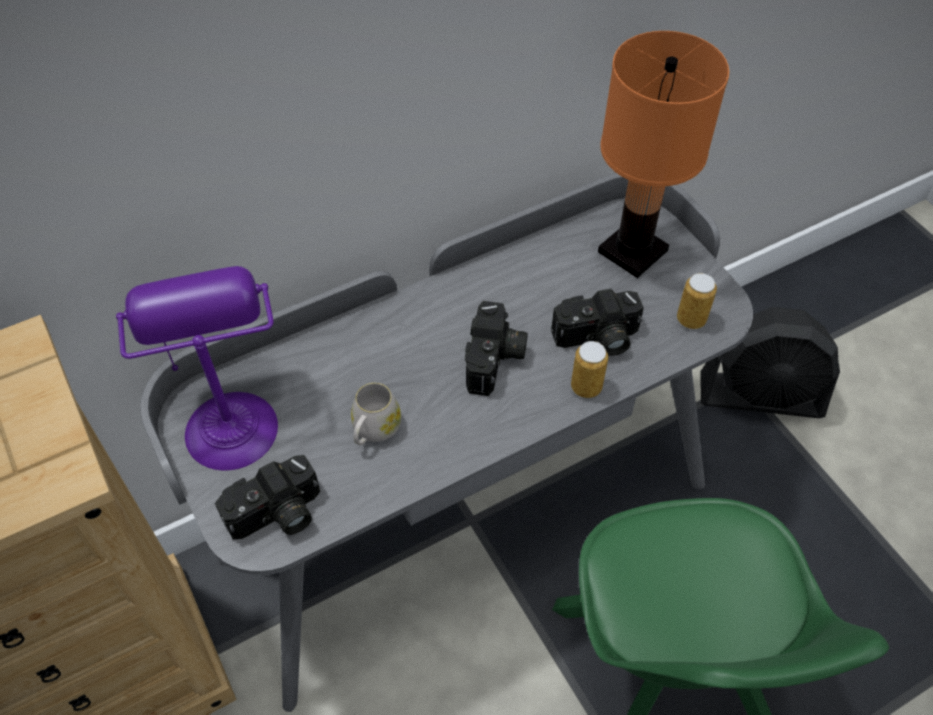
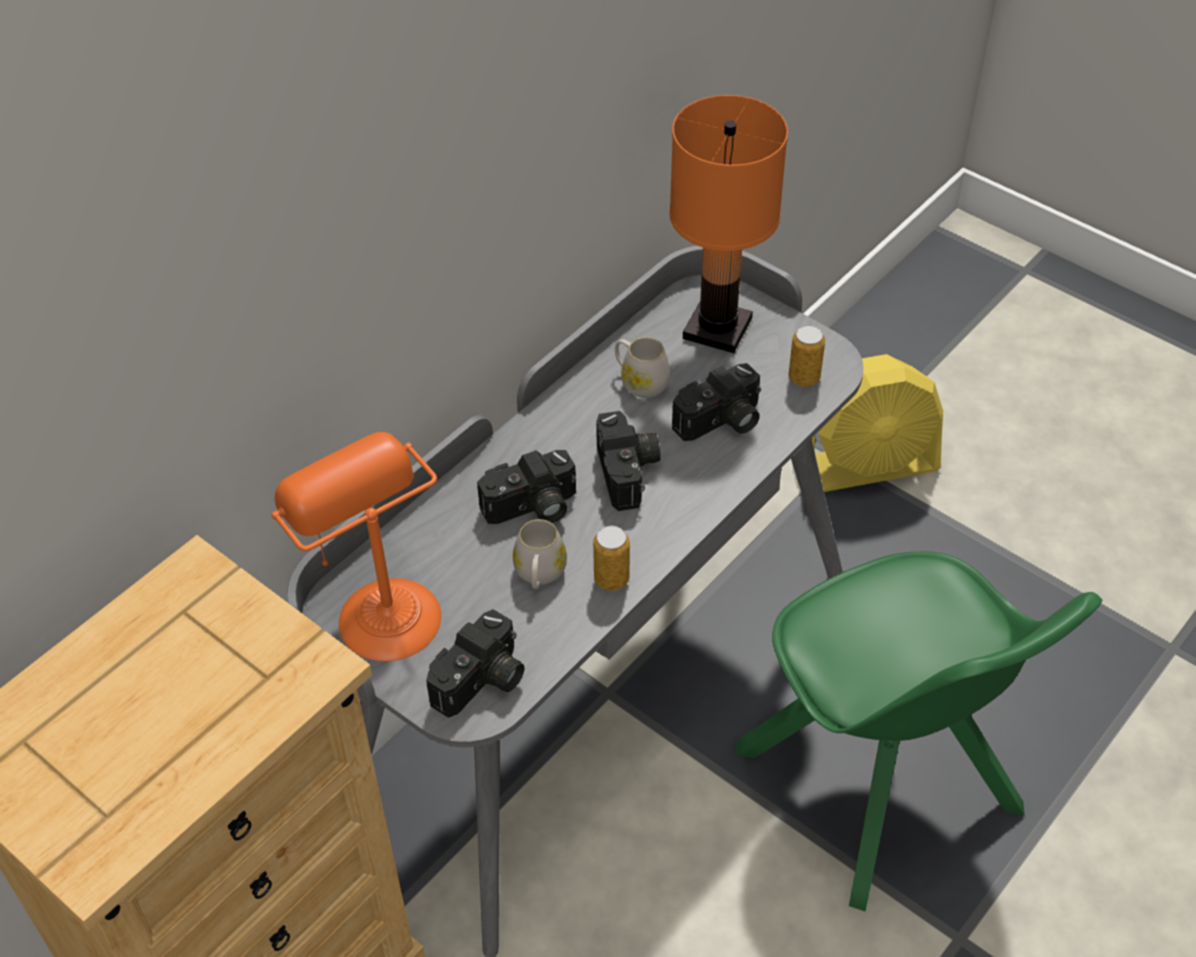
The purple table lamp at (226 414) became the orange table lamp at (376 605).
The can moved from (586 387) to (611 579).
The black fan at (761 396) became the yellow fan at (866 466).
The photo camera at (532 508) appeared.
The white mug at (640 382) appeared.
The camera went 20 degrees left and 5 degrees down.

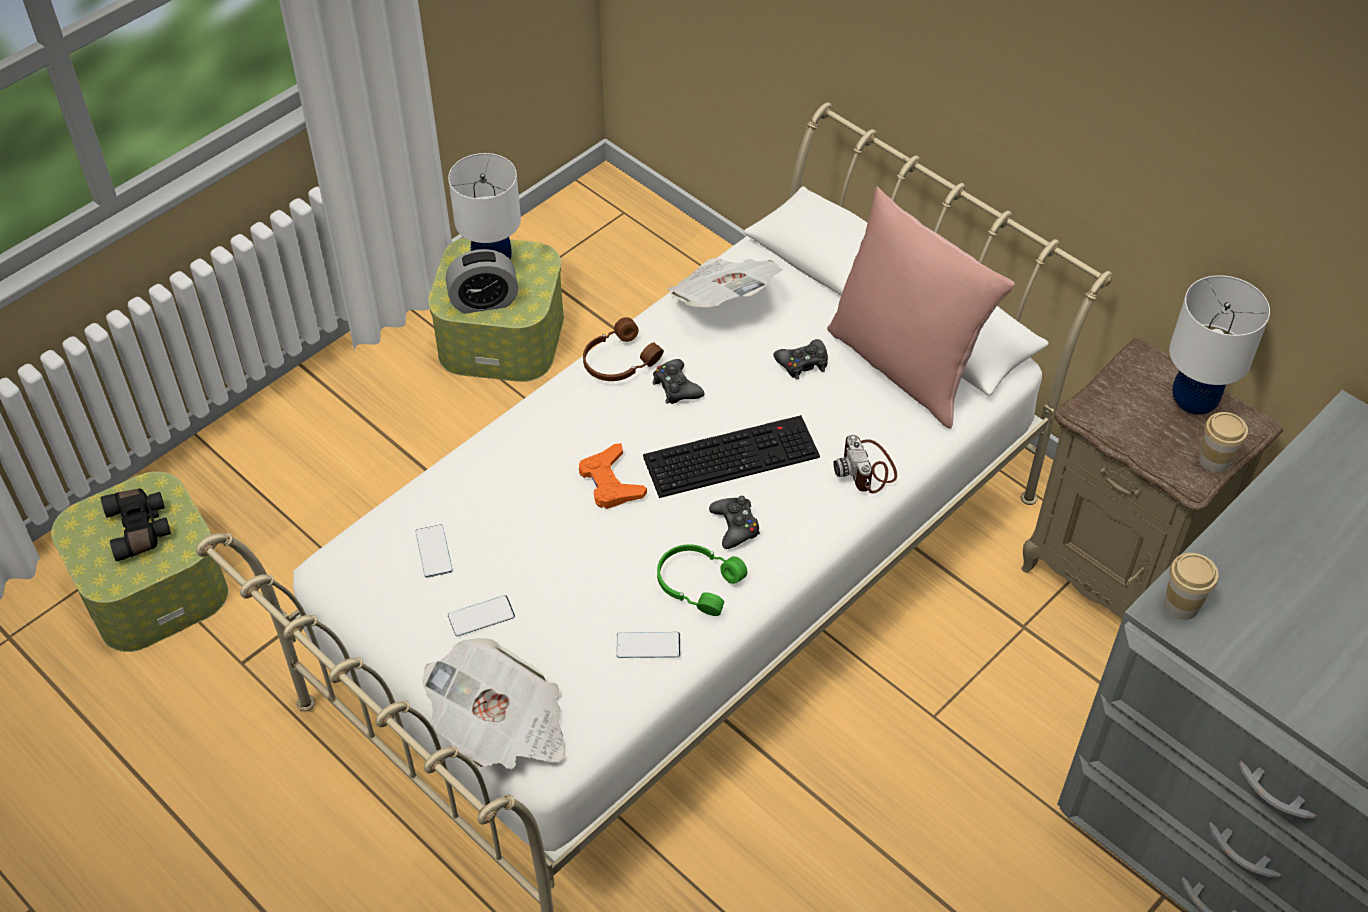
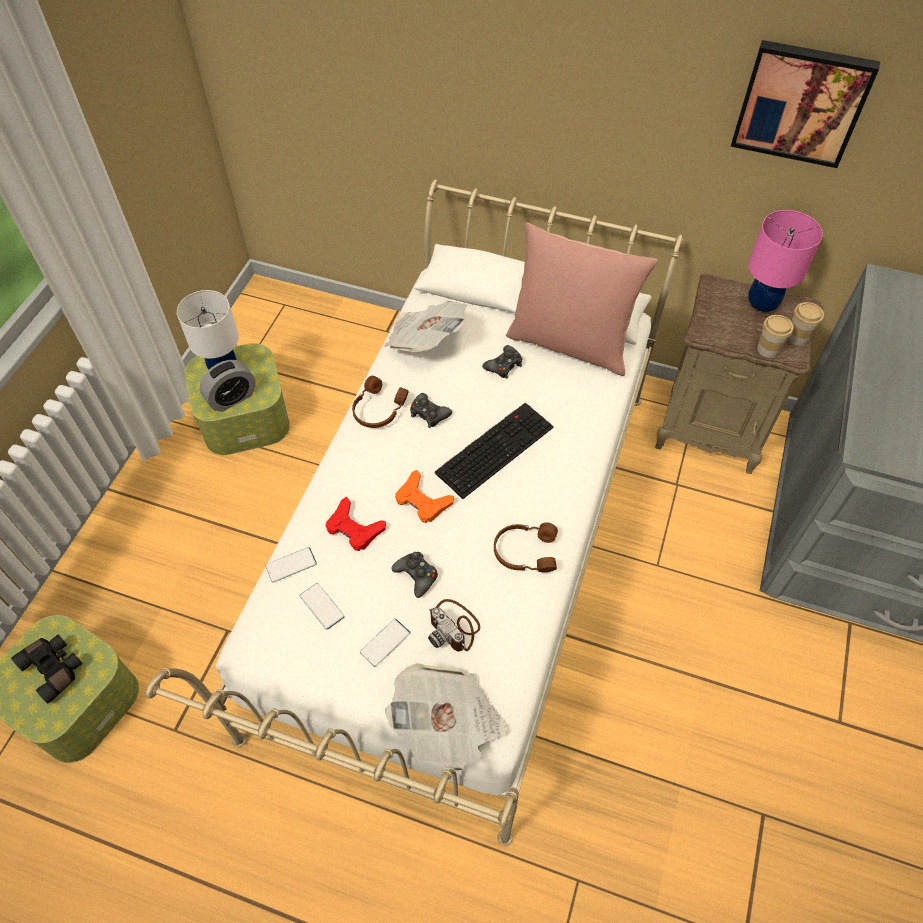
The phone moved from (648 645) to (291 565).
The green headphones at (697 583) became the brown headphones at (524 551).
The black game controller moved from (735 526) to (416 575).
The photo camera moved from (867 469) to (454 627).
The cup moved from (1181 605) to (768 349).
The white table lamp at (1194 400) became the pink table lamp at (762 302).
The red game controller at (354 528) appeared.
The picture at (801 102) appeared.
The camera went 25 degrees left and 5 degrees up.

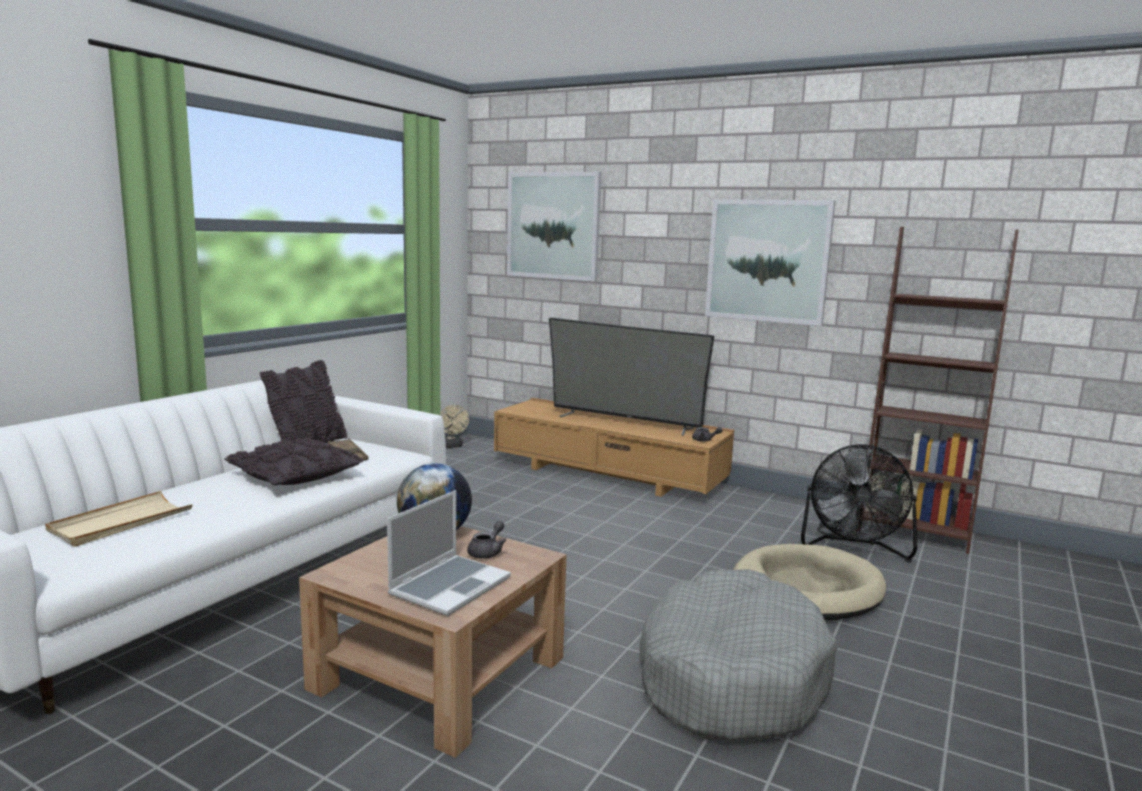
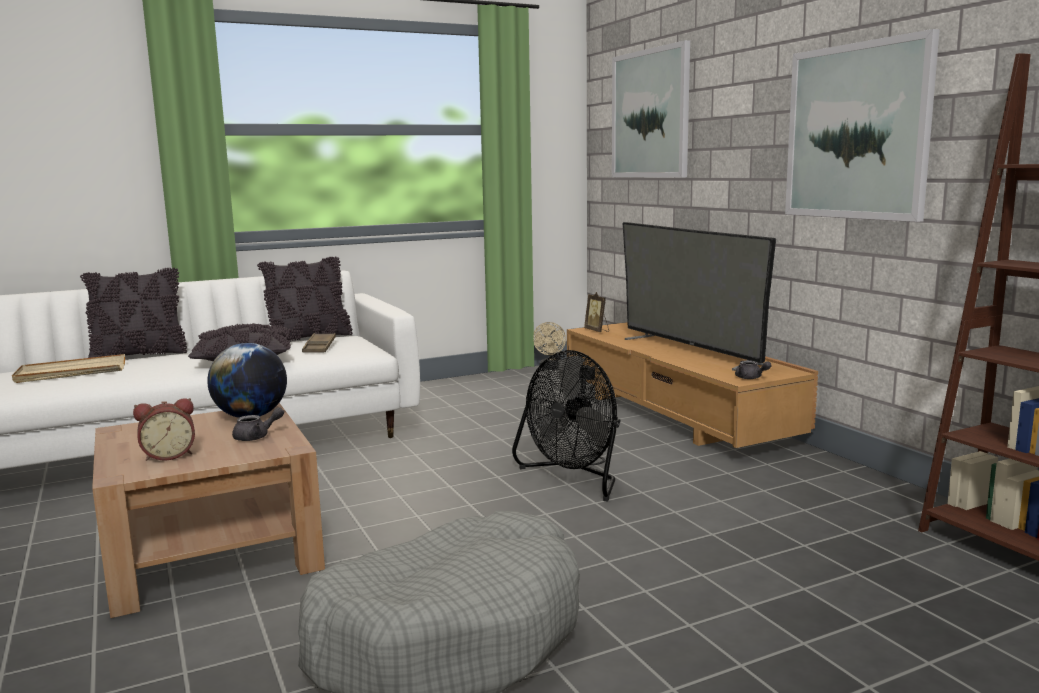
The laptop at (450 586) was replaced by the alarm clock at (169 455).
The beige dog bed at (806 589) disappeared.
The black fan moved from (849 546) to (575 476).
The black pillow at (139 355) appeared.
The picture frame at (597 331) appeared.
The camera went 35 degrees right and 0 degrees up.

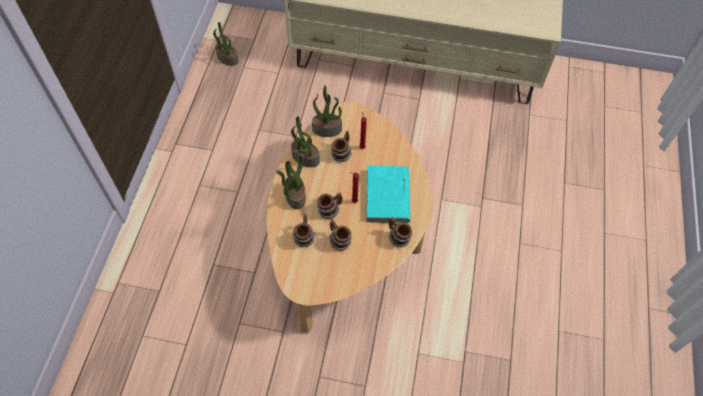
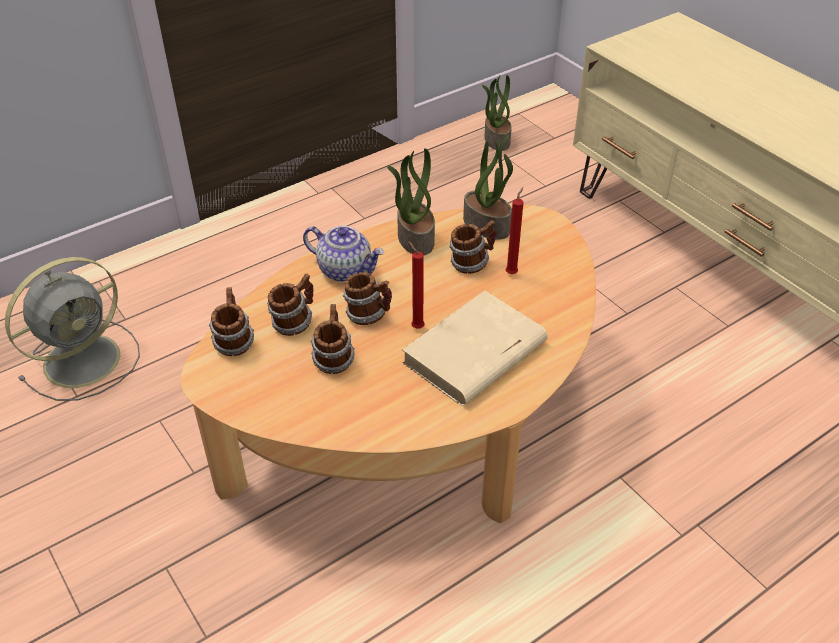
The potted plant at (294 195) was replaced by the teapot at (345 270).
The turquoise book at (387 197) became the beige book at (474 354).
The mug moved from (398 238) to (233 342).
The grey fan at (85 359) appeared.
The camera went 45 degrees right and 15 degrees down.

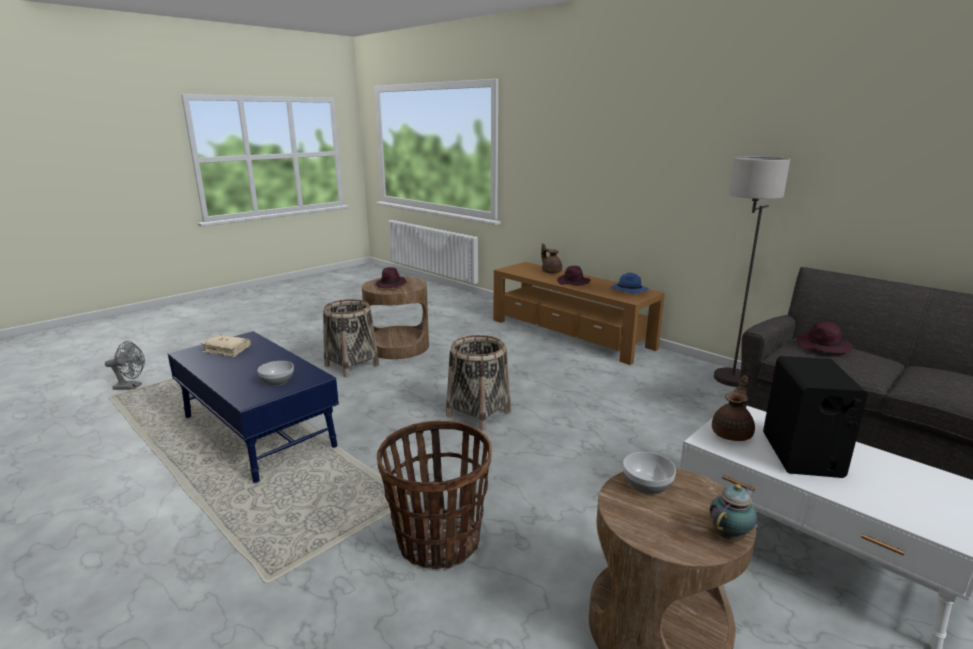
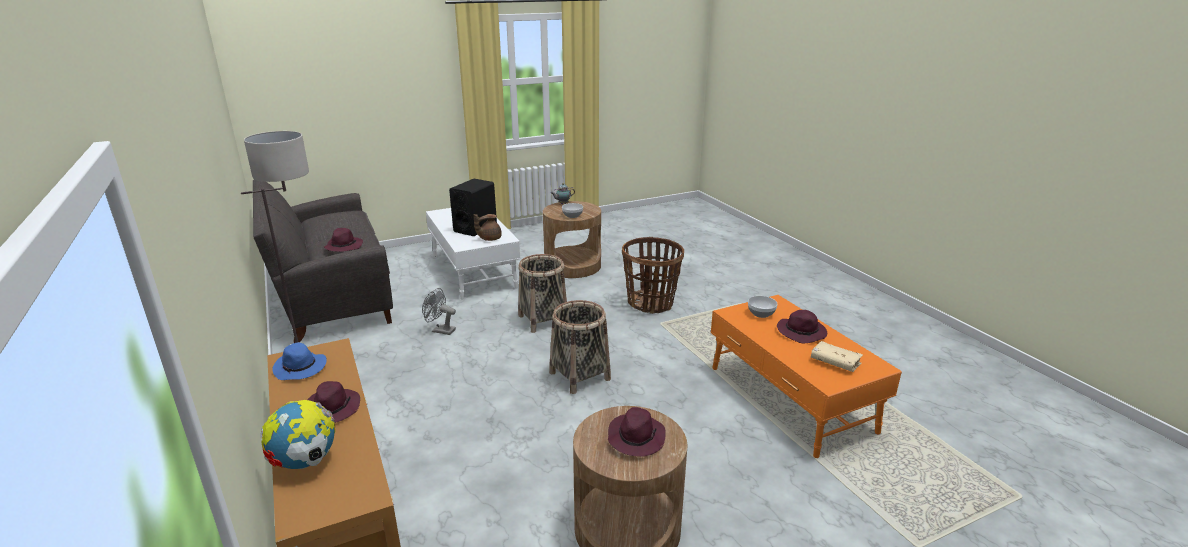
The grey fan moved from (132 387) to (440 330).
The blue coffee table at (257 431) became the orange coffee table at (790 399).
The basket moved from (352 365) to (543 319).
The brown teapot at (551 272) was replaced by the globe at (305 462).
The purple hat at (802 332) appeared.
The camera went 160 degrees left and 5 degrees up.

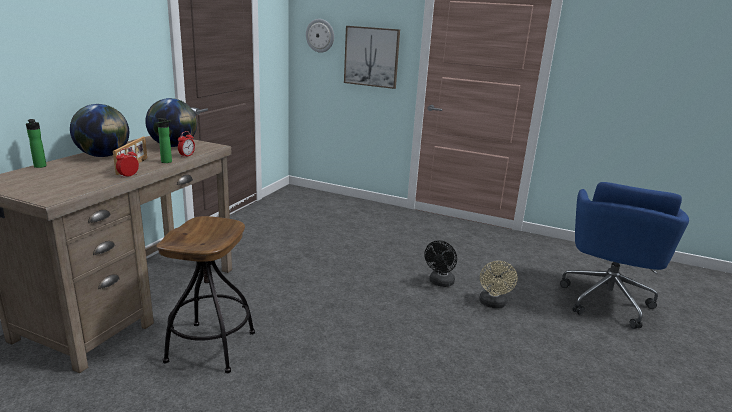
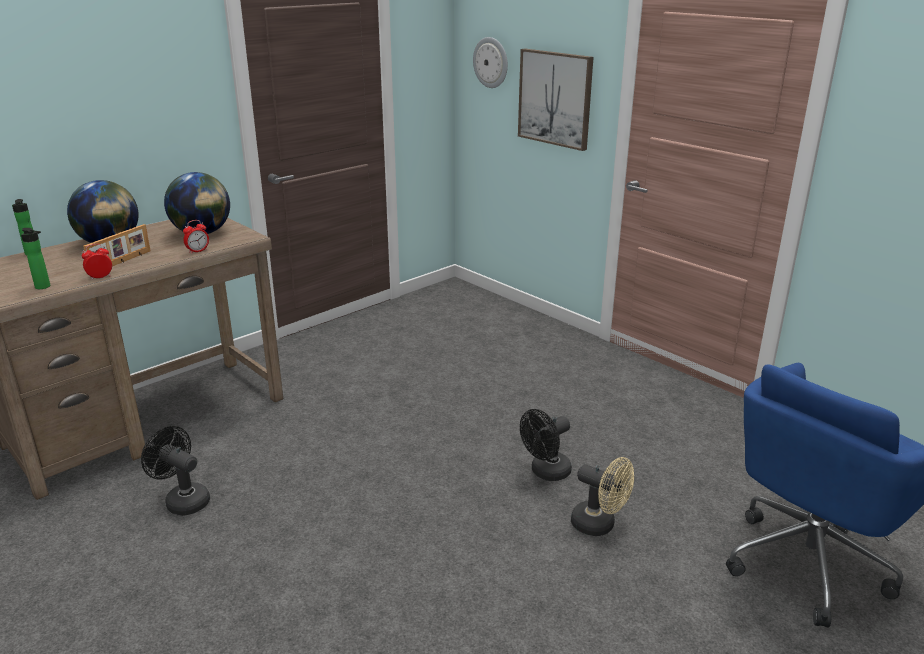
The brown stool at (211 347) was replaced by the black fan at (183 500).
The bottle moved from (168 162) to (44 287).
The beige fan at (493 304) turned 90 degrees counterclockwise.
The camera went 25 degrees right and 5 degrees up.

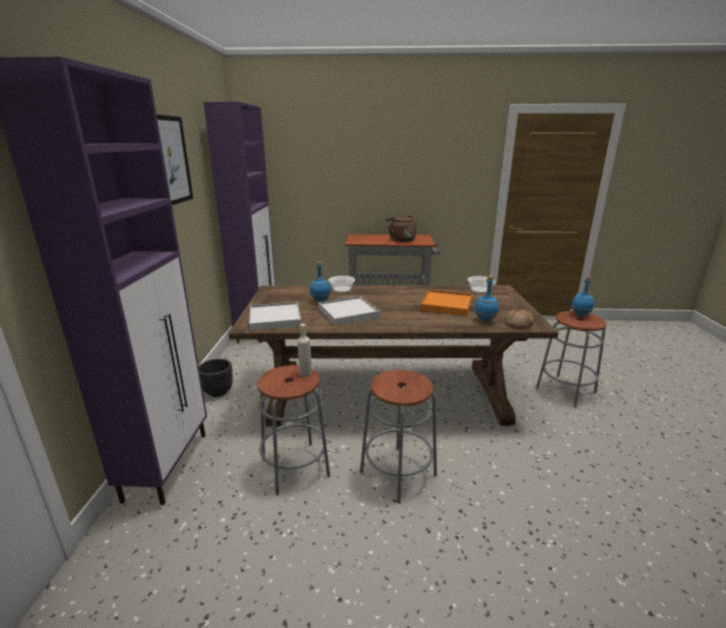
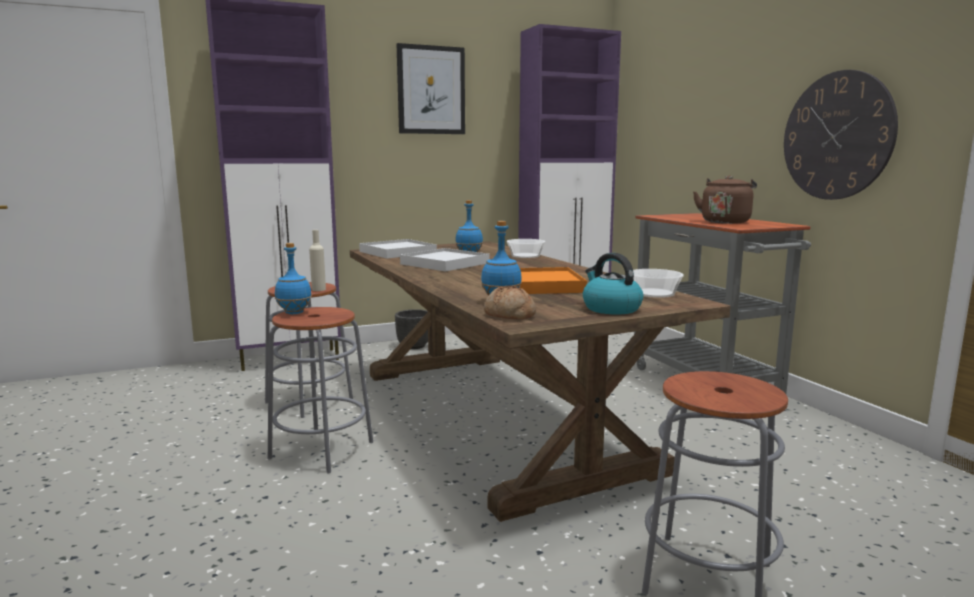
The blue bottle moved from (580 315) to (295 313).
The kettle at (610 308) appeared.
The wall clock at (837 136) appeared.
The camera went 65 degrees right and 10 degrees down.

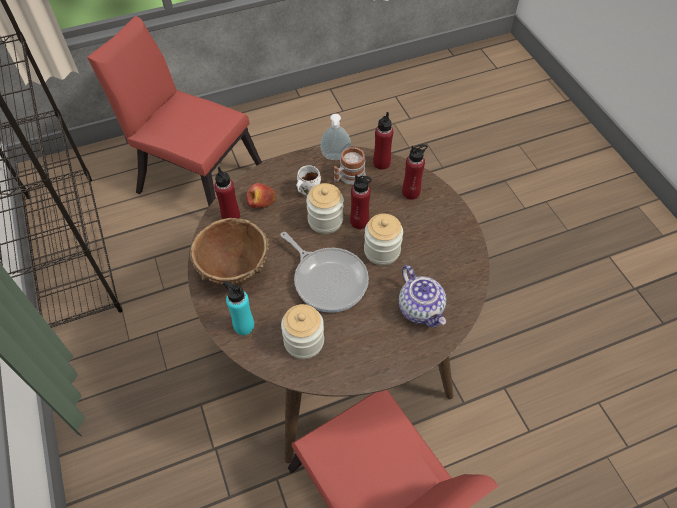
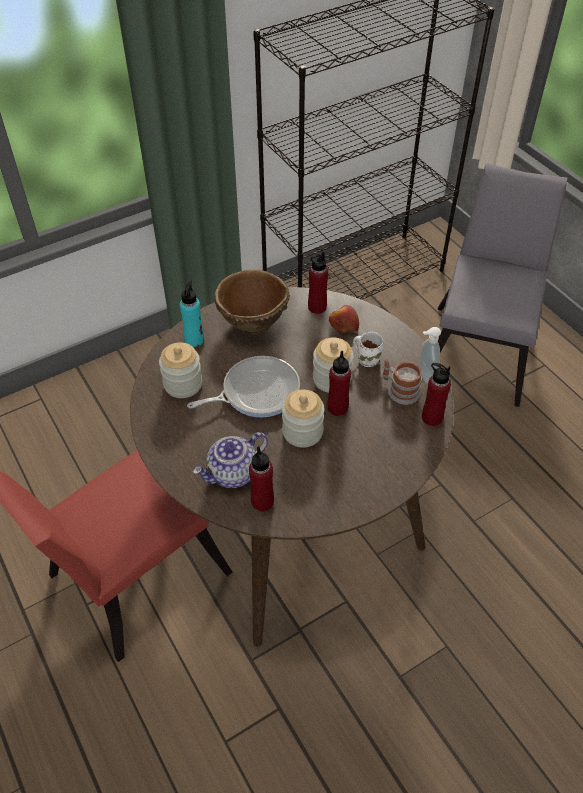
The red chair at (195 177) became the grey chair at (480 348).
The frying pan at (328 279) turned 150 degrees counterclockwise.
The red bottle moved from (411 192) to (262 501).
The camera went 80 degrees right and 5 degrees down.

